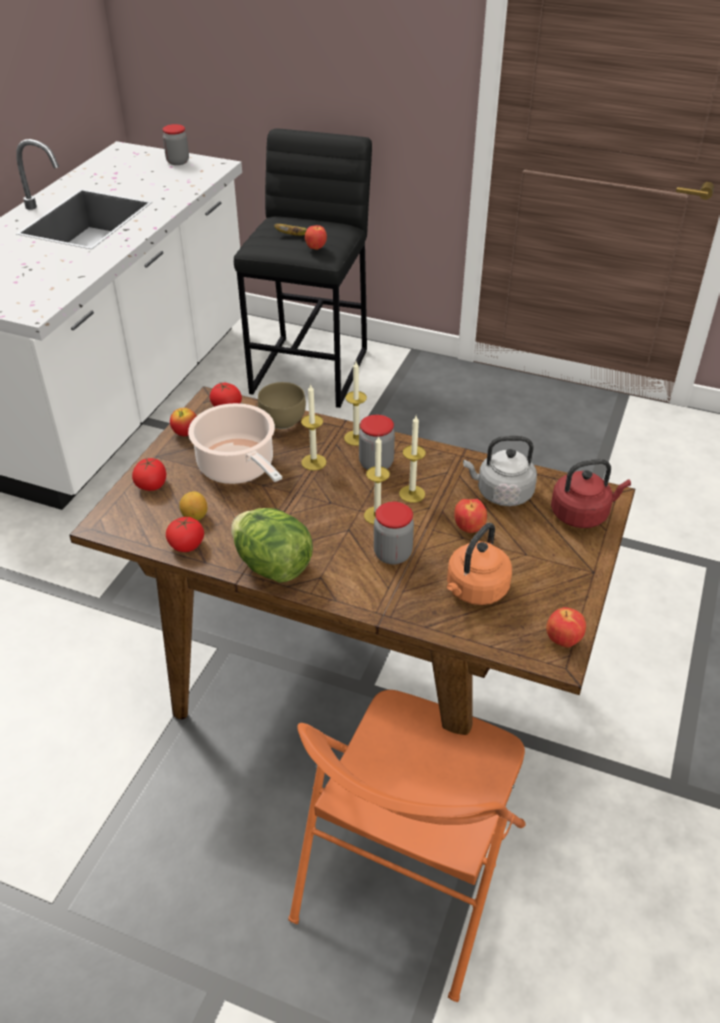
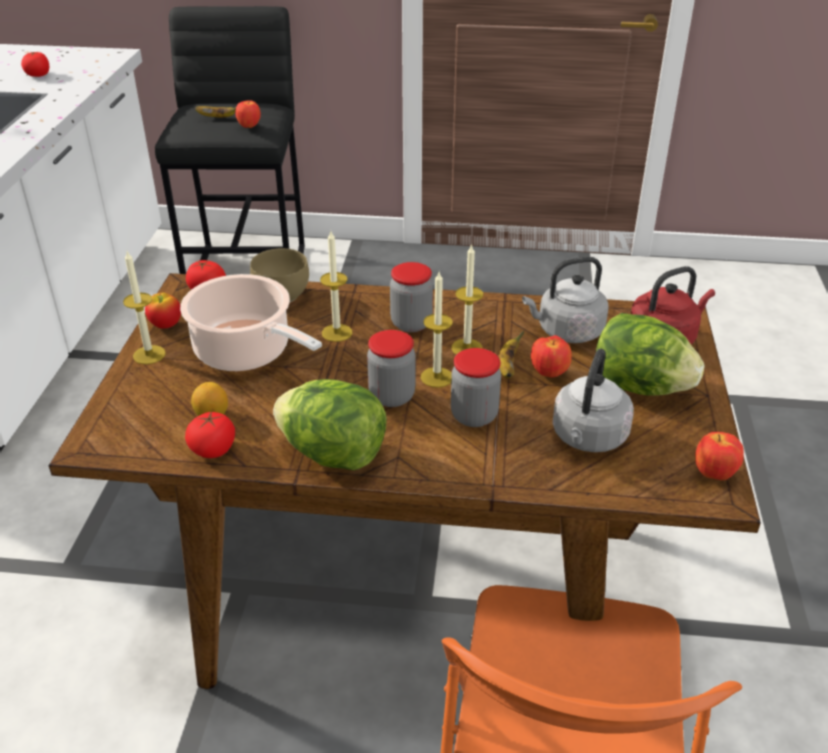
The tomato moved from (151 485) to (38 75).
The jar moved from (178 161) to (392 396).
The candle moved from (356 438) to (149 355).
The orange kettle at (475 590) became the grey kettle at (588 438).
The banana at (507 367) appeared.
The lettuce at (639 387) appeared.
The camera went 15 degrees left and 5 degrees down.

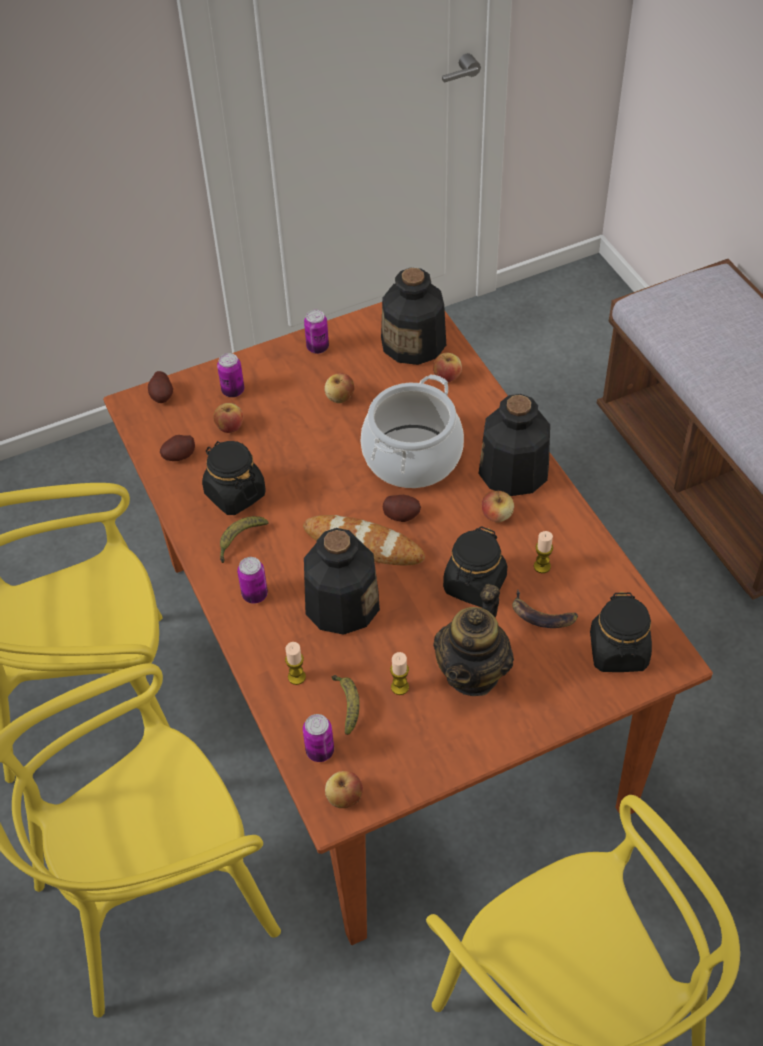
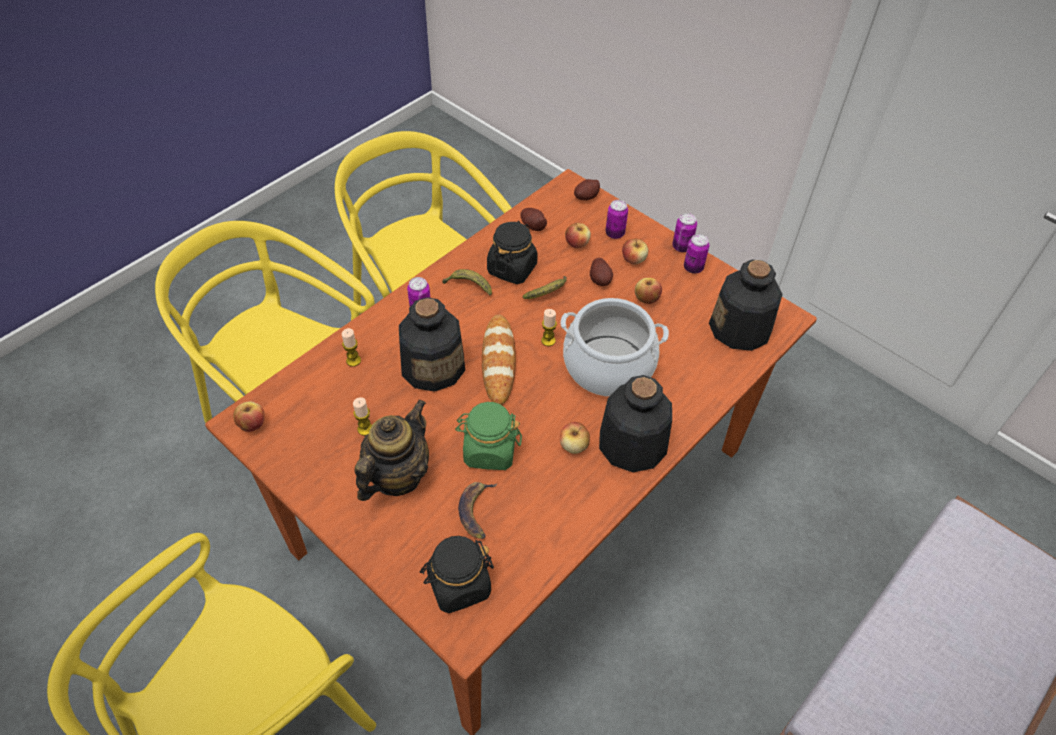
The can moved from (320 751) to (681 247).
The banana moved from (347 705) to (548 293).
The potato moved from (402 515) to (600 280).
The apple moved from (447 376) to (633 260).
The teapot at (473 672) turned 120 degrees clockwise.
The black jar at (474 585) became the green jar at (489 451).
The candle moved from (542 566) to (548 340).
The camera went 65 degrees right and 0 degrees up.

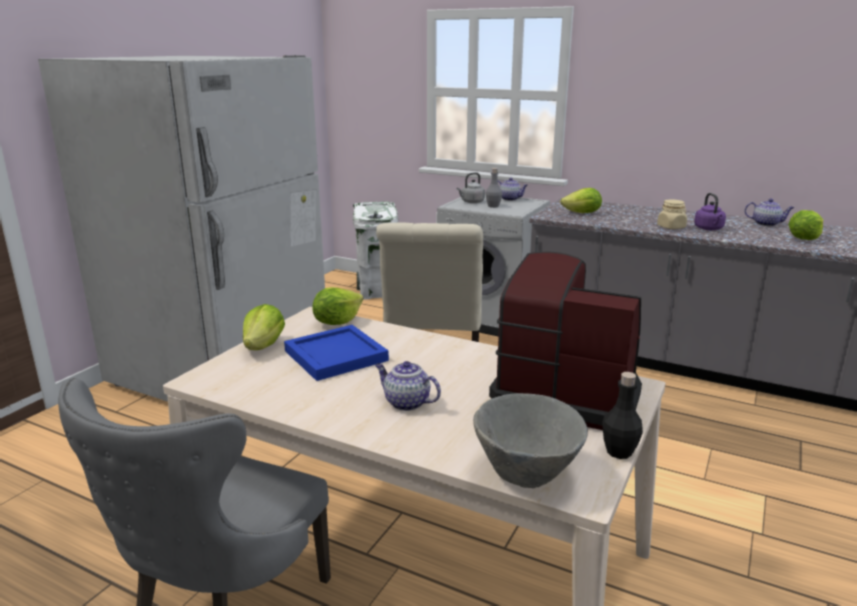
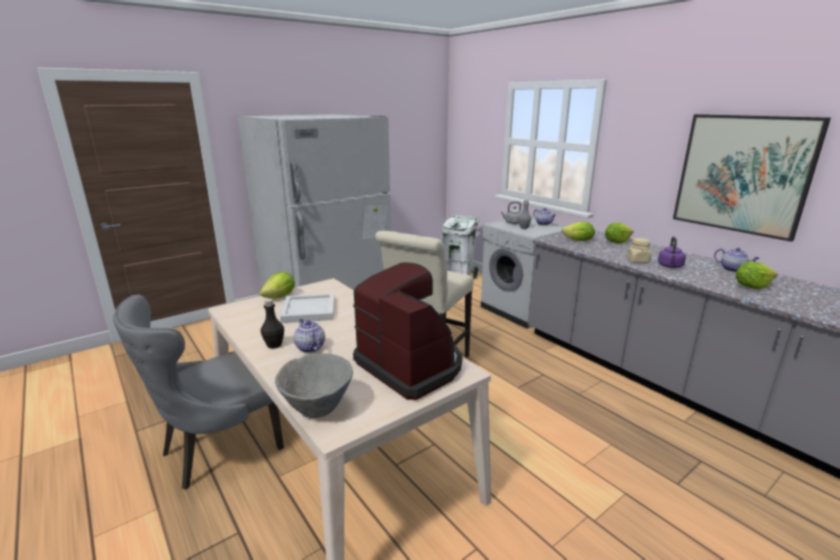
The blue tray at (335 356) became the white tray at (308 311).
The lettuce moved from (337 322) to (616 242).
The black bottle moved from (619 452) to (274 345).
The picture at (742 174) appeared.
The camera went 25 degrees right and 0 degrees up.

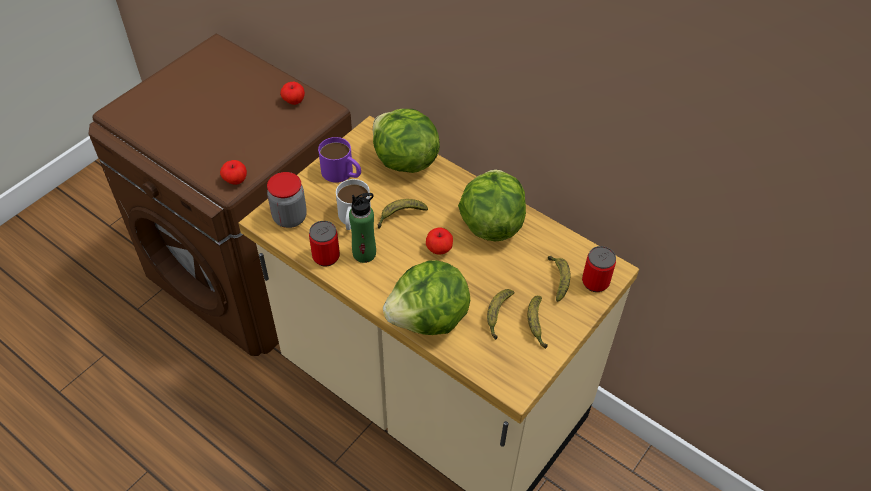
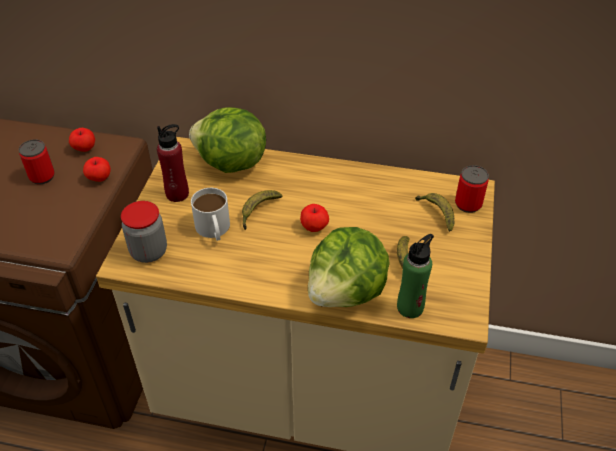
The apple moved from (235 180) to (99 178).
The can moved from (326 257) to (42 176).
The purple mug at (342 173) was replaced by the red bottle at (177 194).
The green bottle moved from (364 253) to (410 307).
The lettuce at (490 224) disappeared.
The banana at (535 324) disappeared.
The camera went 25 degrees left and 5 degrees down.

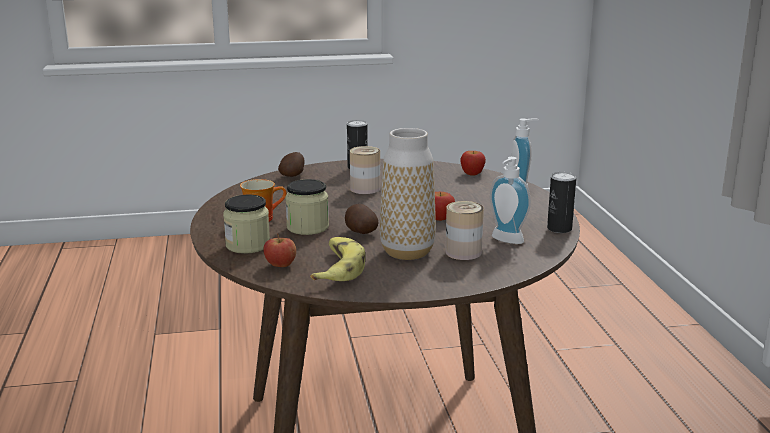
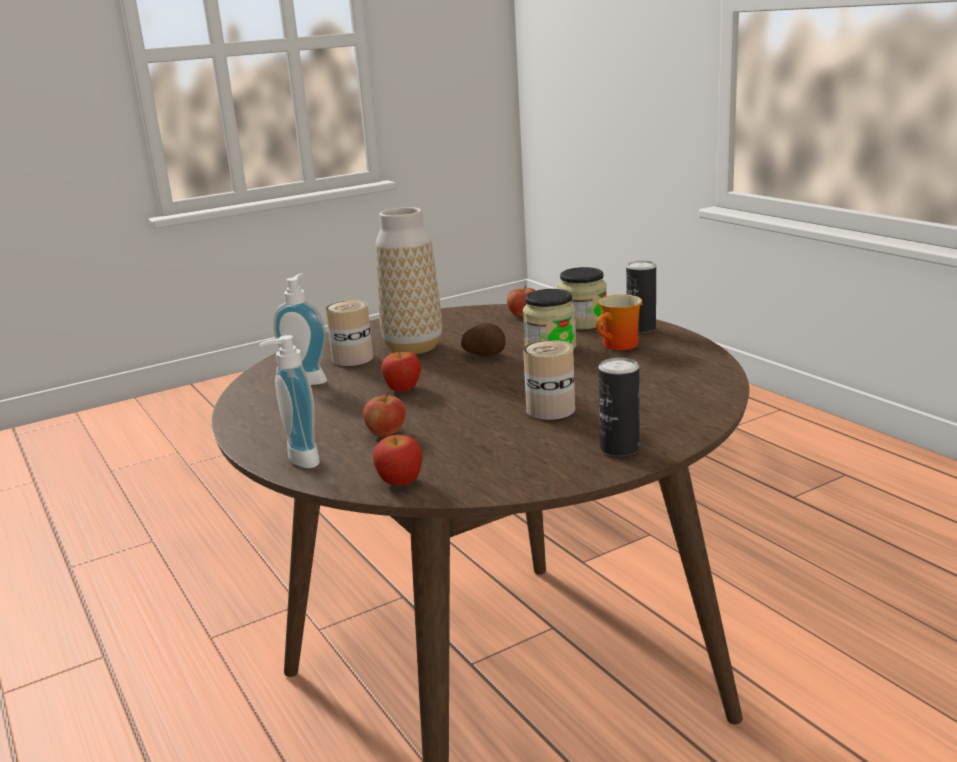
The potato at (293 176) disappeared.
The banana at (338 268) disappeared.
The can moved from (559 229) to (641 328).
The apple at (386 433) appeared.
The camera went 160 degrees right and 0 degrees up.

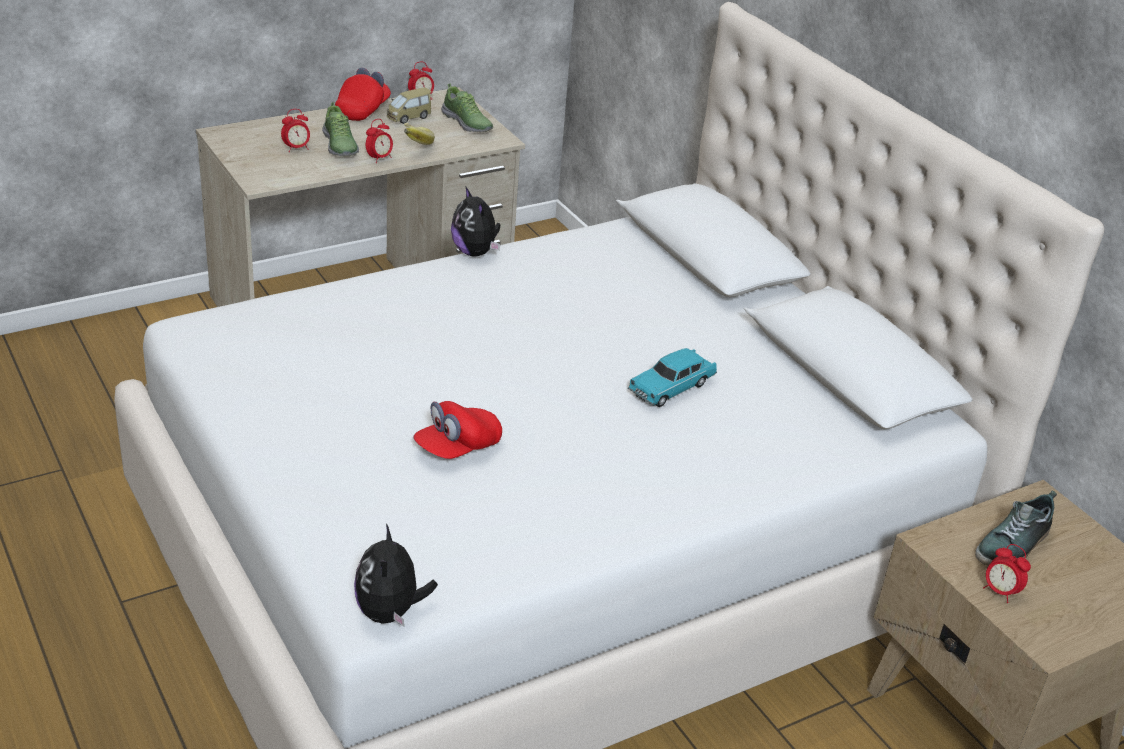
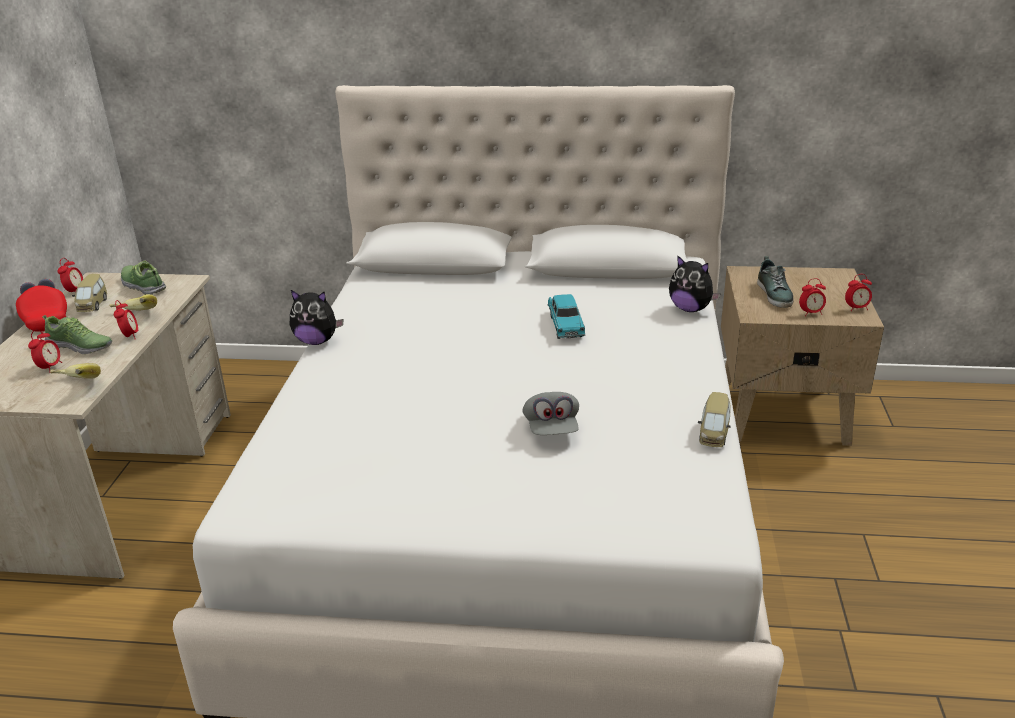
The plush toy moved from (390 612) to (690 309).
The red cap at (457 447) became the grey cap at (551 428).
The shoe at (467 123) turned 135 degrees counterclockwise.
The banana at (76 386) appeared.
The toy car at (713 434) appeared.
The alarm clock at (856 308) appeared.
The camera went 50 degrees left and 5 degrees down.

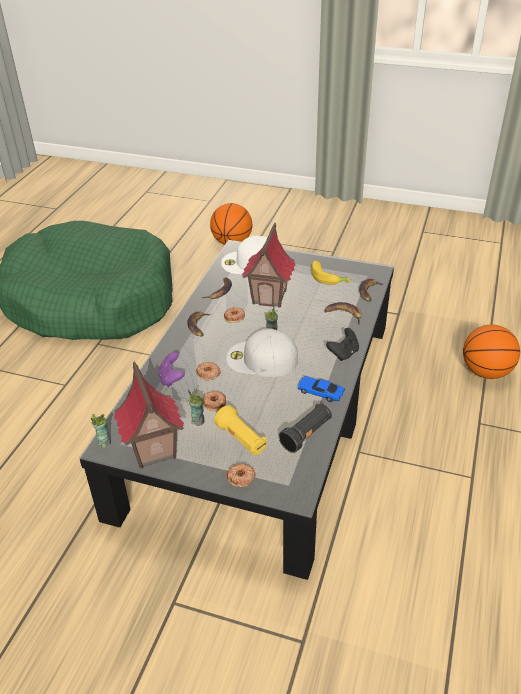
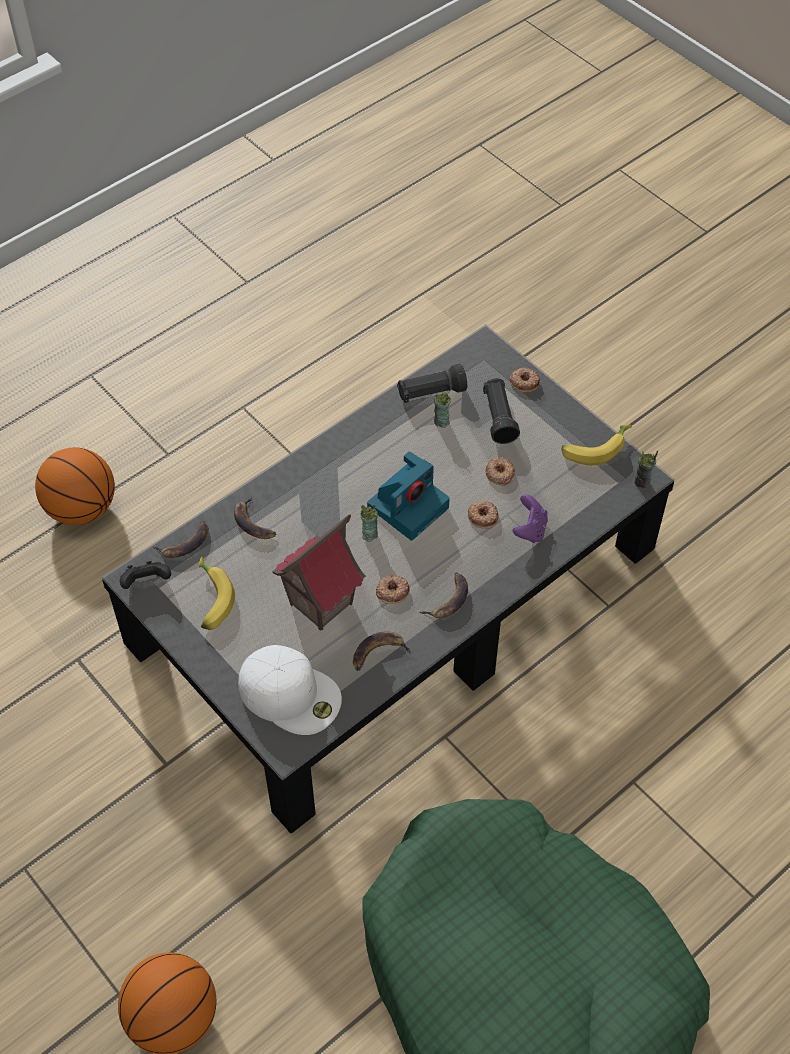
The toy house at (153 450) was replaced by the banana at (595 448).
The cup moved from (198 421) to (441 422).
The yellow flashlight at (241 439) became the black flashlight at (499 418).
The white cap at (261 359) was replaced by the photo camera at (408 505).
The toy car at (320 392) disappeared.
The black game controller moved from (343 353) to (147 583).
The camera went 150 degrees left and 15 degrees up.

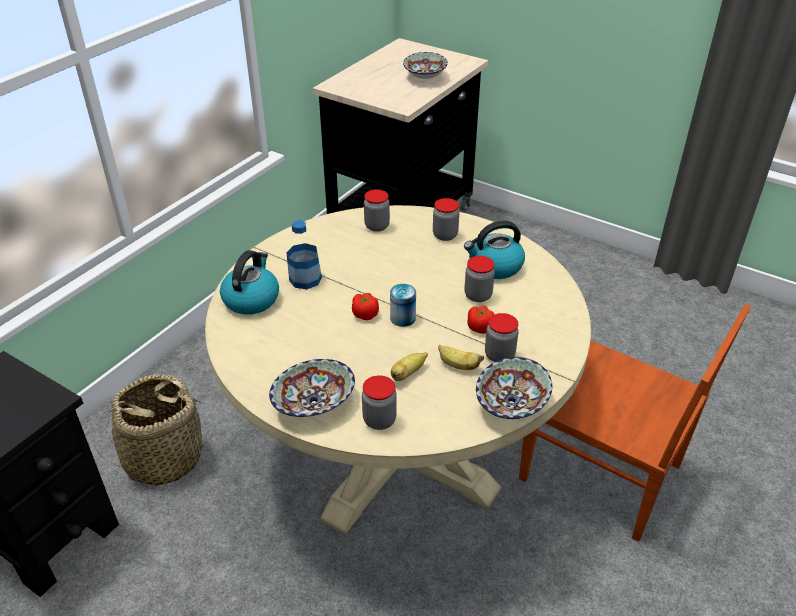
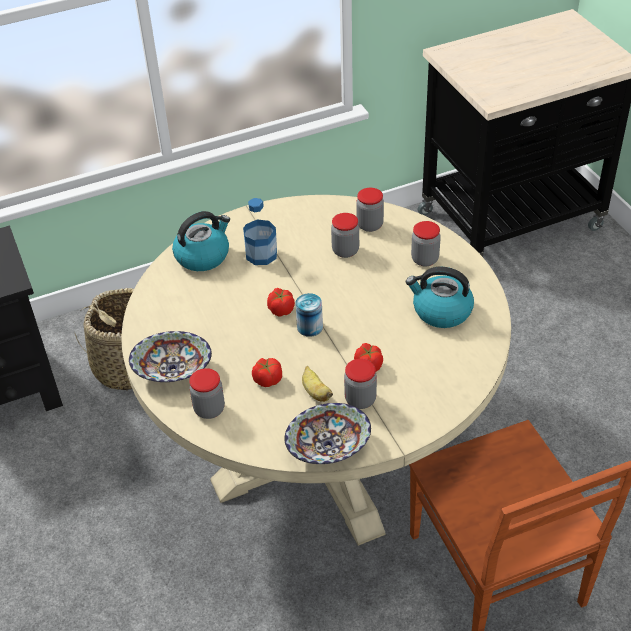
The banana at (407 373) was replaced by the tomato at (267 380).
The bowl at (425 77) disappeared.
The jar moved from (478 295) to (345 251).
The camera went 35 degrees right and 5 degrees up.

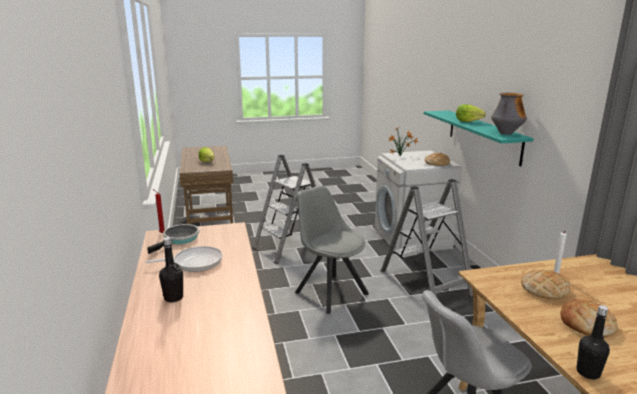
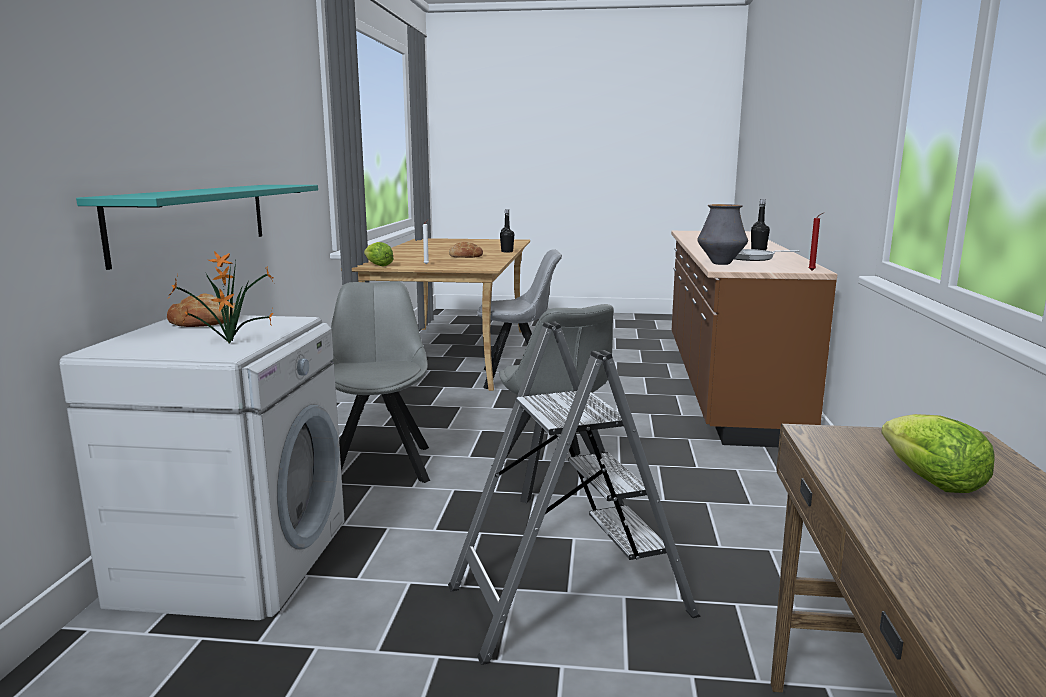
The frying pan at (179 239) disappeared.
The grey step ladder at (426 283) was replaced by the grey chair at (380 464).
The lettuce moved from (468 121) to (378 265).
The vase moved from (506 133) to (720 263).
The bread at (544 289) disappeared.
The camera went 160 degrees left and 5 degrees down.

